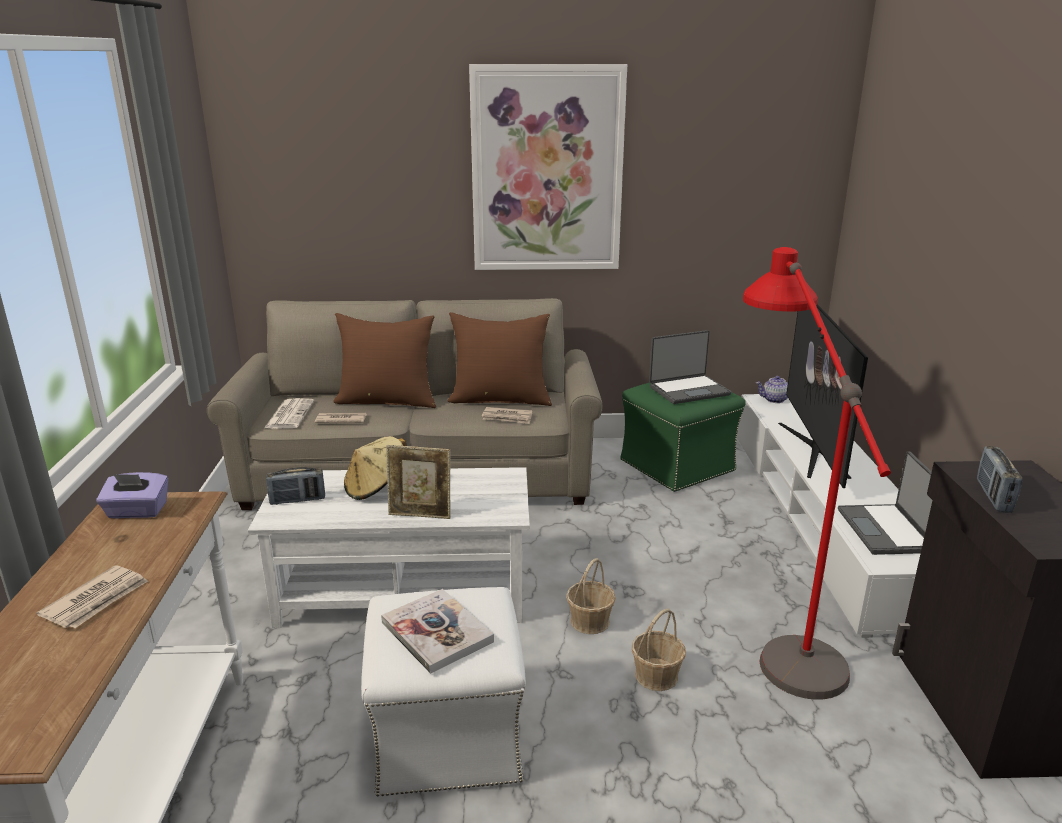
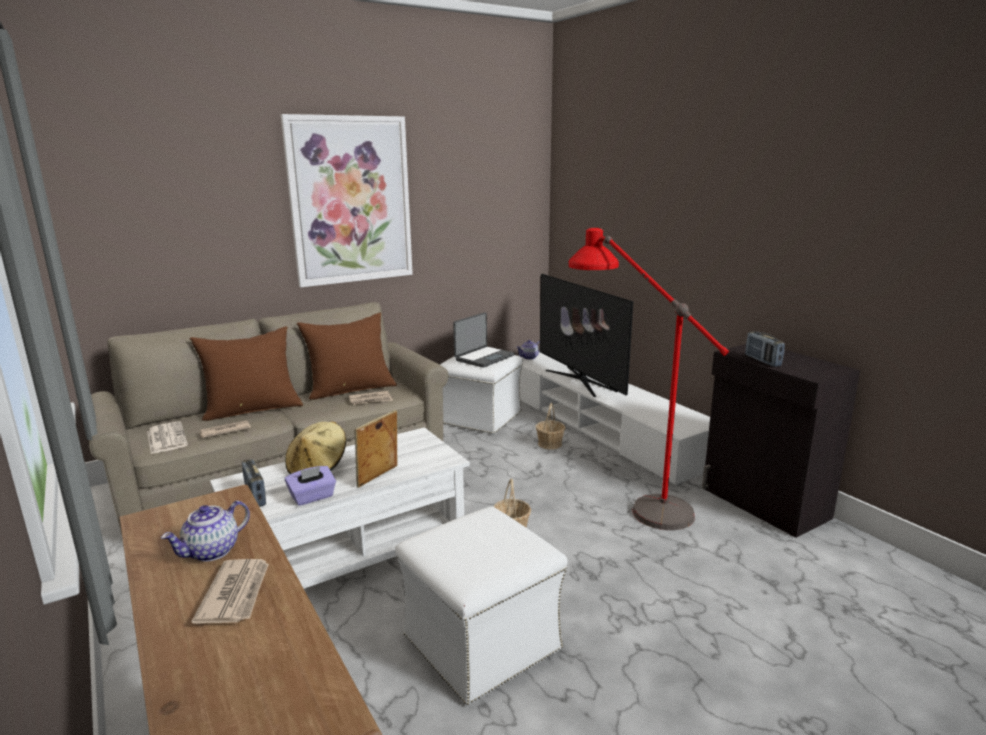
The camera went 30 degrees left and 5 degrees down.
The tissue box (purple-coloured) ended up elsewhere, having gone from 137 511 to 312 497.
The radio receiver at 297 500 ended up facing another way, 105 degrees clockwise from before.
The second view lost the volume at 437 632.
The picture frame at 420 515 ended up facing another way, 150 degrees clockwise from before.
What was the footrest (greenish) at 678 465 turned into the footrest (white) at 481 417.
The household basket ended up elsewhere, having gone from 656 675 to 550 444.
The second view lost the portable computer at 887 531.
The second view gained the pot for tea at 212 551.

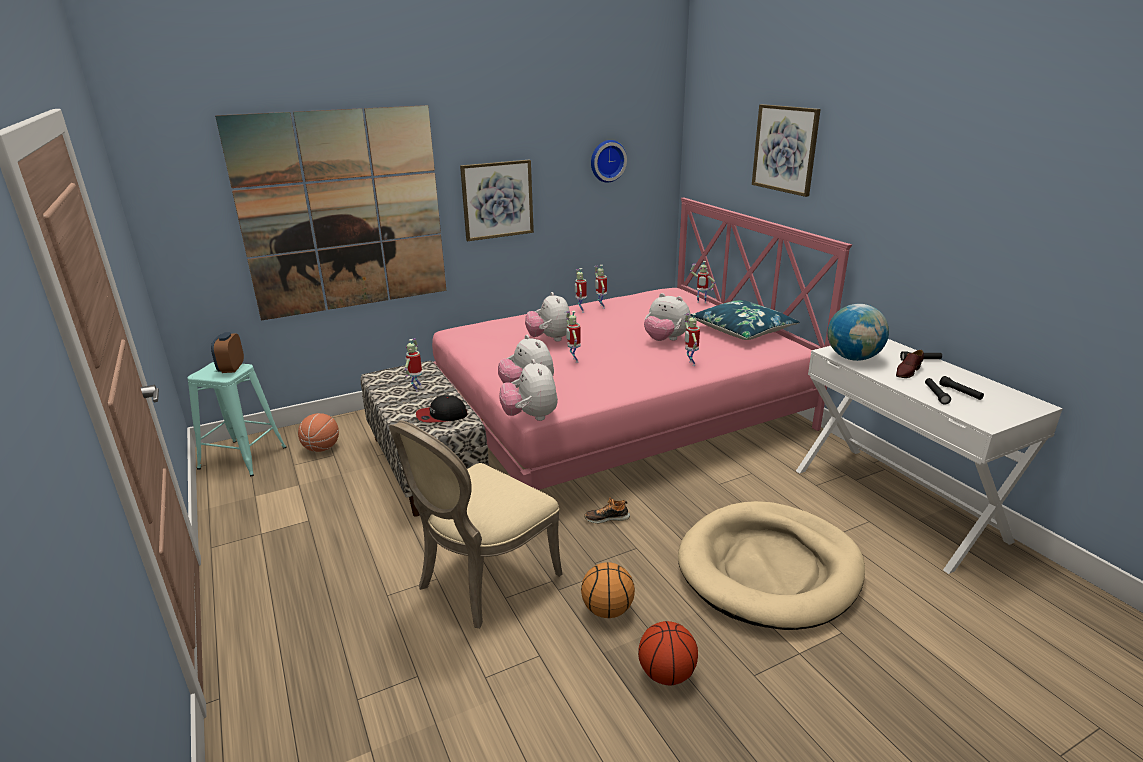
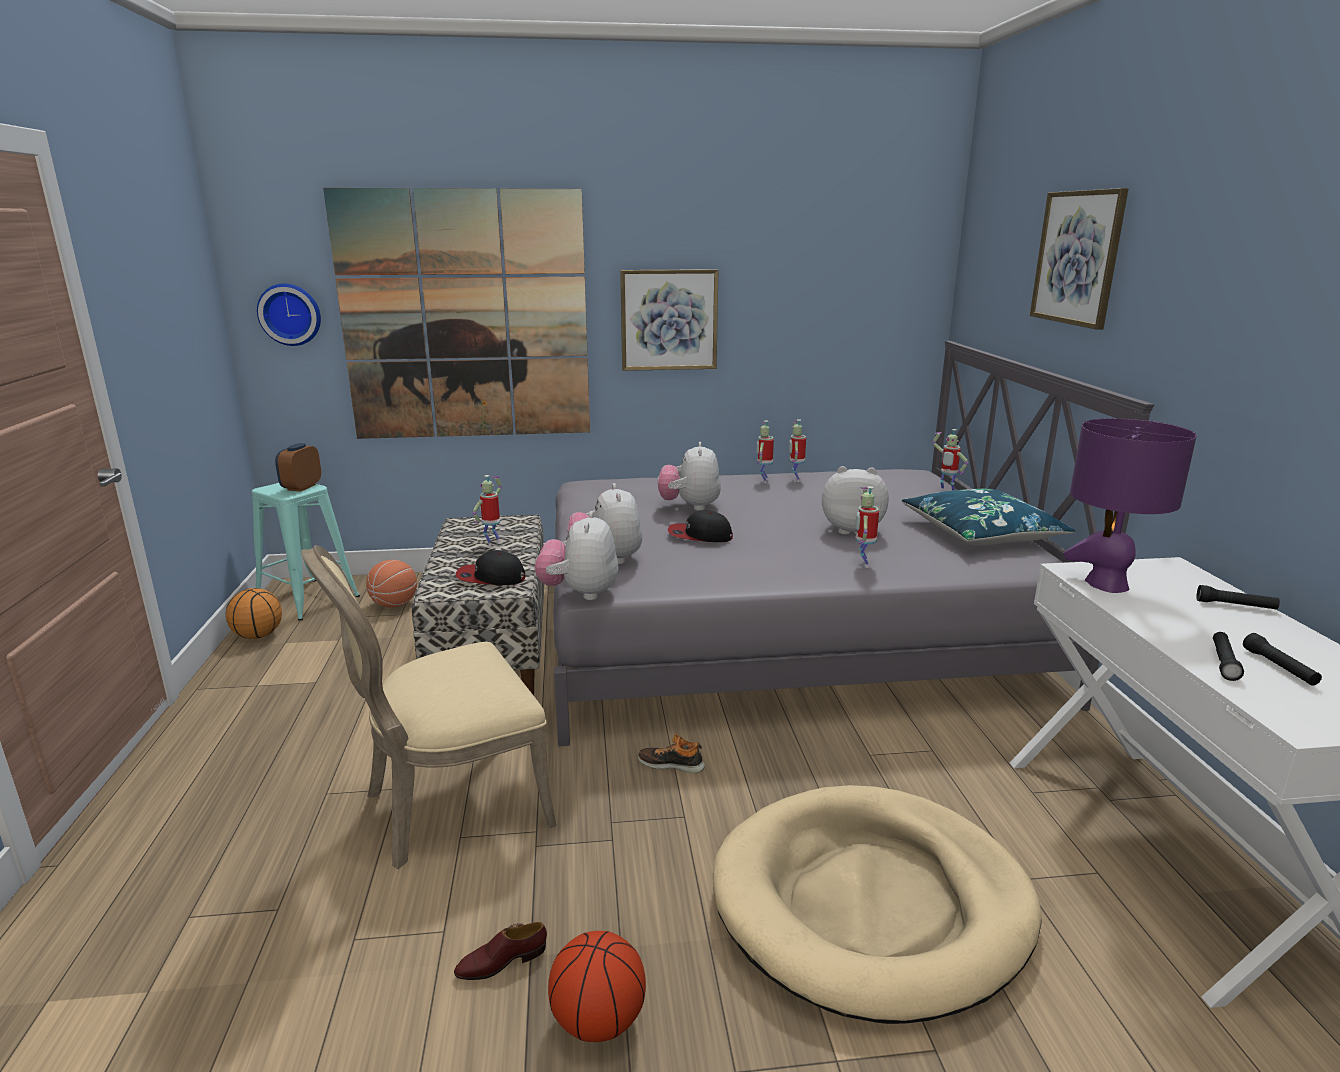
The camera went 20 degrees right and 5 degrees down.
What was the bed (pink-coloured) at 618 414 turned into the bed (greyish) at 782 631.
Where the toy robot stood at 573 360, the cap came to stand at 699 536.
The ball for basketball ended up elsewhere, having gone from 607 609 to 258 635.
The hanging clock ended up elsewhere, having gone from 607 161 to 290 314.
The plush toy at 665 340 ended up facing another way, 135 degrees clockwise from before.
Where the globe stood at 853 358, the tabletop lamp (purple-coloured) came to stand at 1106 584.
The shoe (brown-coloured) ended up elsewhere, having gone from 907 372 to 501 961.

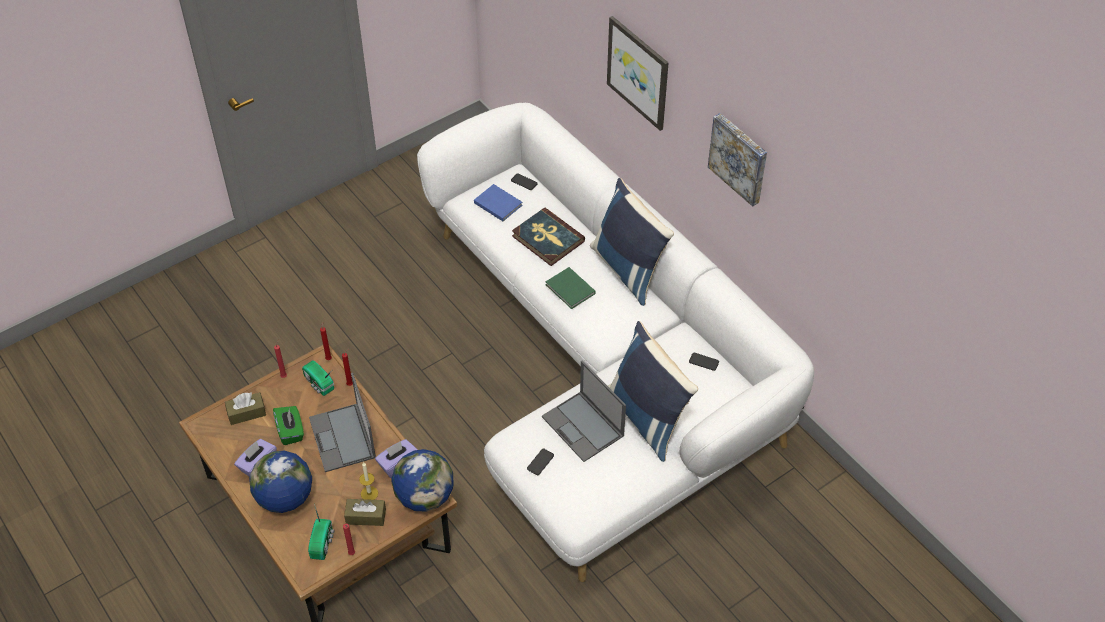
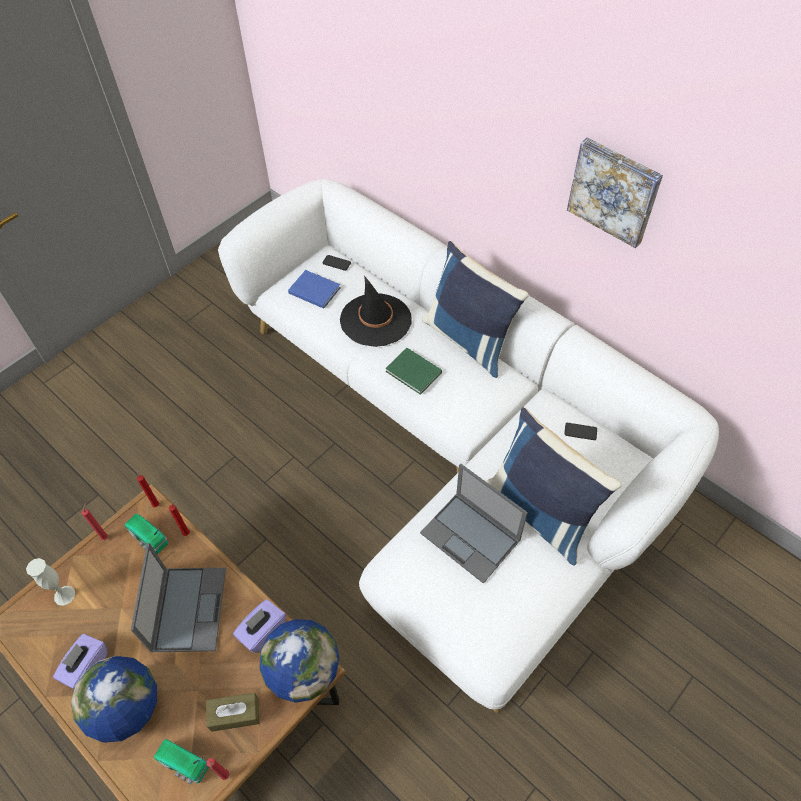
The camera went 10 degrees left and 5 degrees up.
Where the tissue box (brown-coloured) stood at 246 413, the vase (white) came to stand at 64 595.
The second view lost the tissue box (greenish) at 290 431.
The radio receiver at 323 542 ended up facing another way, 120 degrees clockwise from before.
The portable computer at 343 438 ended up facing another way, 150 degrees counterclockwise from before.
The second view lost the wax light at 369 493.
Where the volume stood at 547 239, the wearable hat (black-coloured) came to stand at 375 320.
The second view lost the handset at 540 462.
The second view lost the wall art at 638 72.

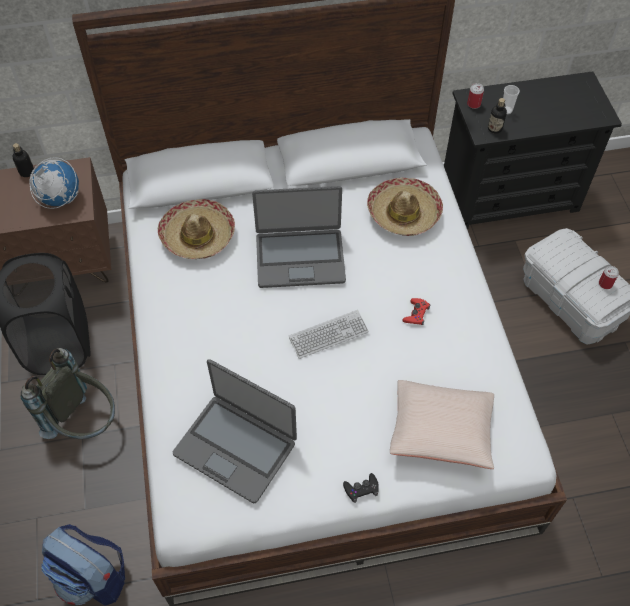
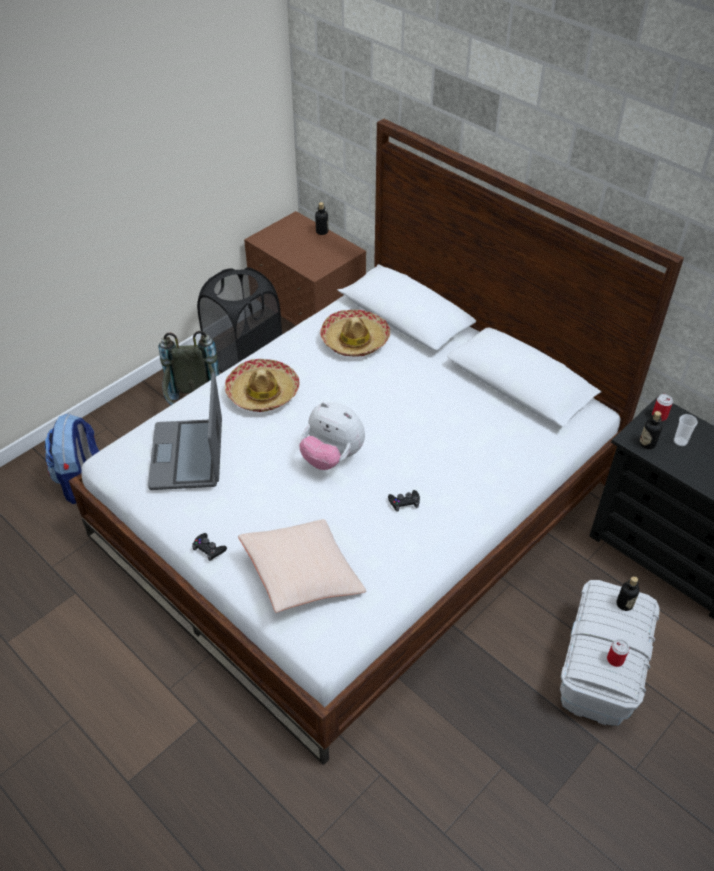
The camera went 55 degrees right and 10 degrees down.
The second view lost the globe at 60 199.
The second view lost the portable computer at 300 258.
Where the PC keyboard stood at 328 335, the plush toy came to stand at 332 457.
The wearable hat ended up elsewhere, having gone from 404 213 to 263 393.
What was the joypad (reddish) at 416 314 turned into the joypad (black-coloured) at 404 502.
The second view gained the drink bottle at 624 604.

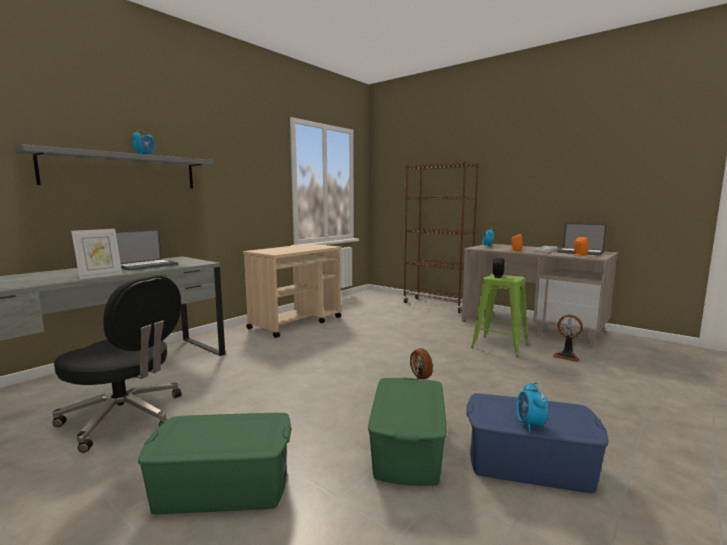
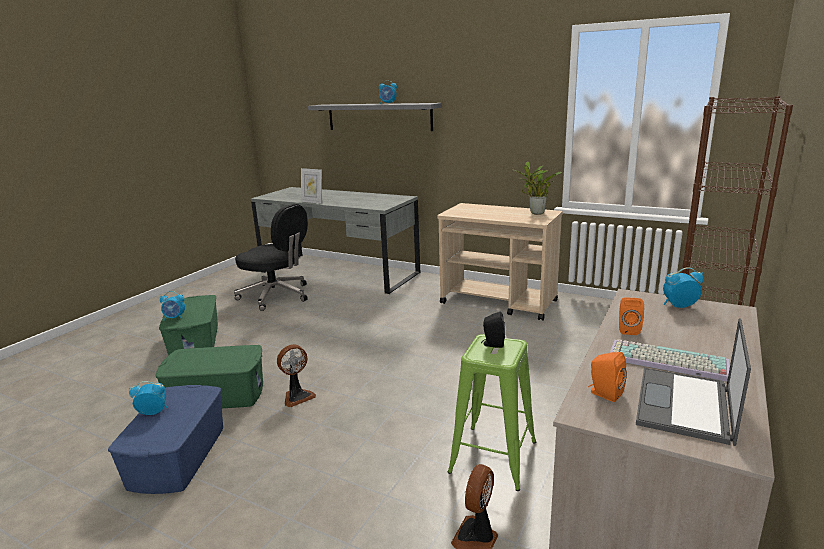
The camera went 80 degrees right and 10 degrees up.
The desk chair (black-coloured) at 126 418 ended up facing another way, 75 degrees counterclockwise from before.
The second view lost the portable computer at 147 265.
The second view gained the table clock at 175 318.
The second view gained the potted plant at 535 213.

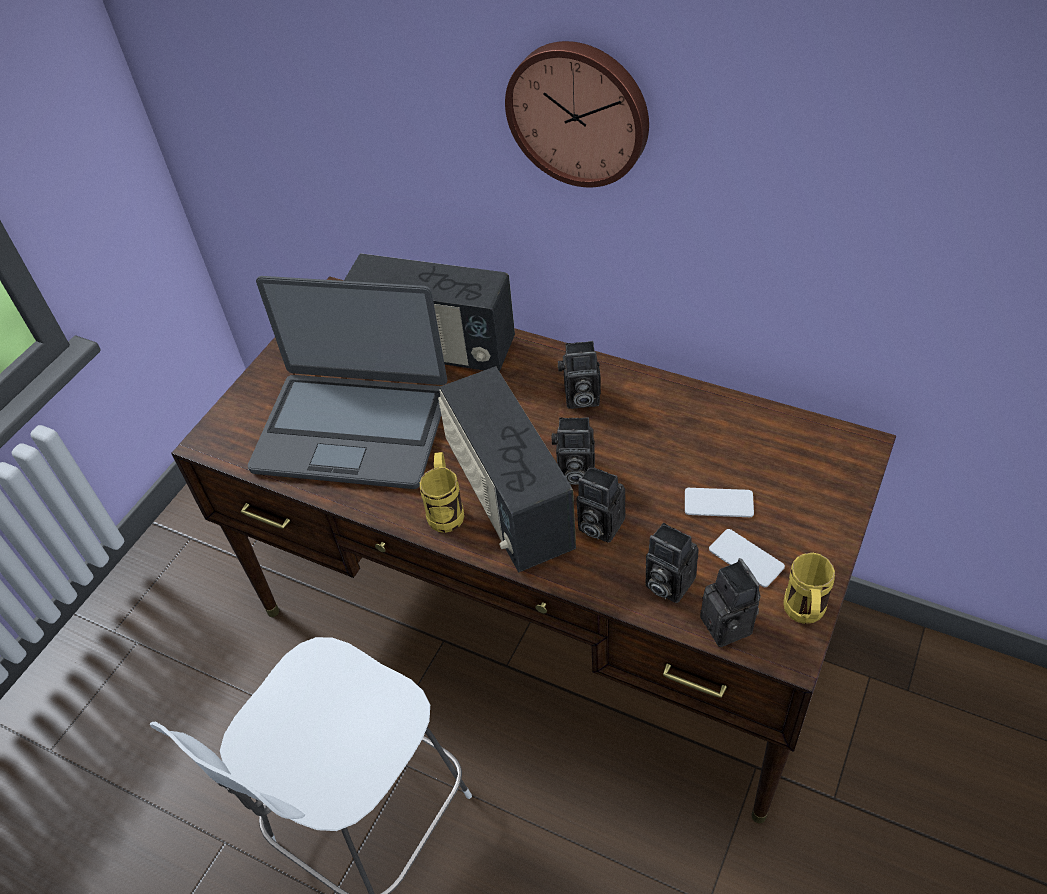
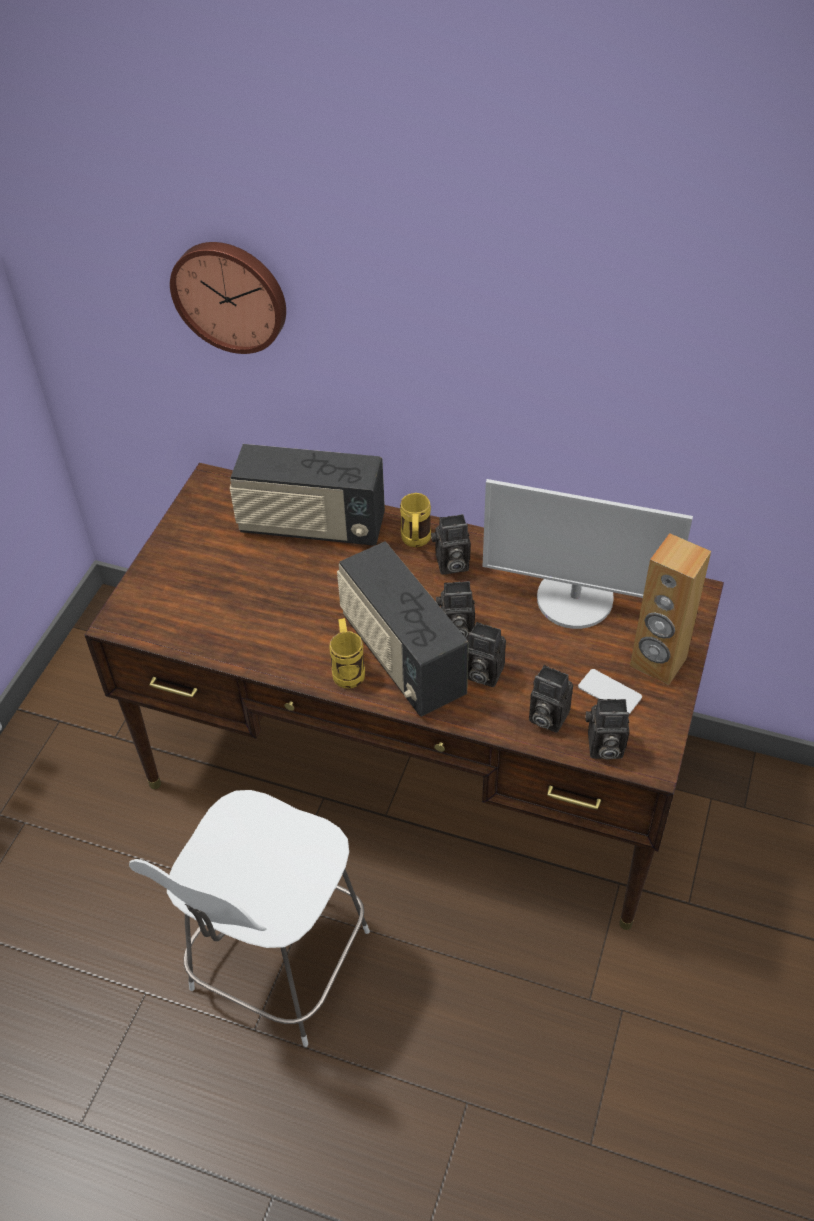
The camera went 10 degrees left and 0 degrees up.
The second view lost the portable computer at 353 429.
The hanging clock ended up elsewhere, having gone from 579 112 to 231 295.
The second view lost the handset at 718 503.
The still camera at 731 626 ended up facing another way, 120 degrees clockwise from before.
The coffee mug (yellowish) ended up elsewhere, having gone from 804 616 to 415 542.
The second view gained the monitor at 575 600.
The second view gained the speaker (brown-coloured) at 657 663.

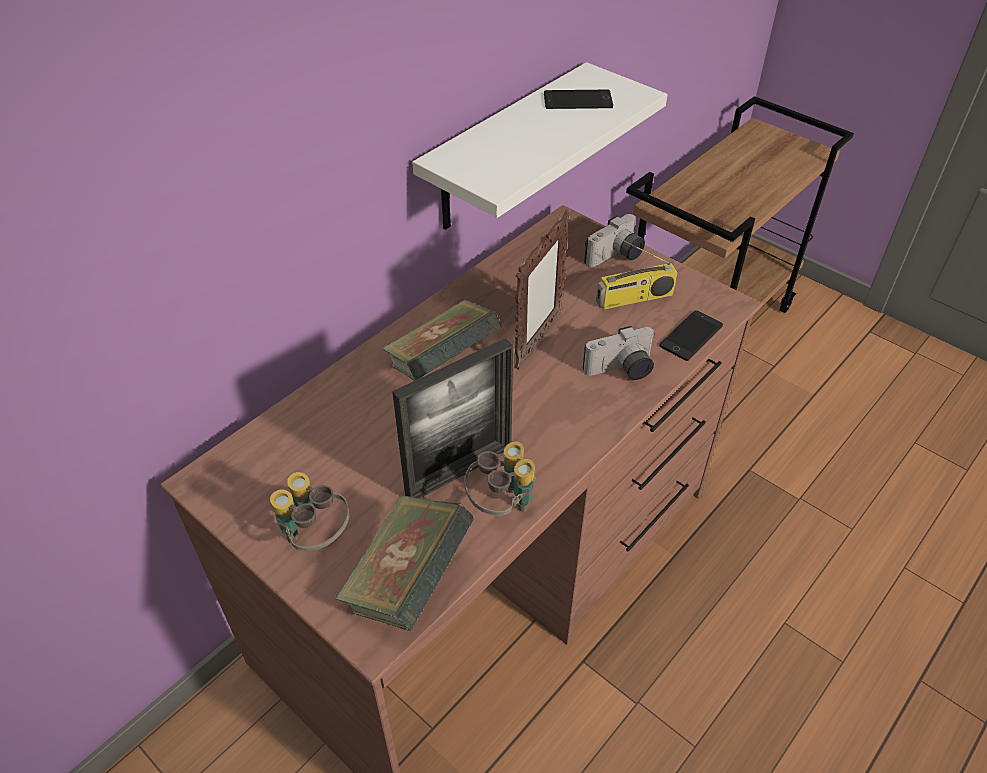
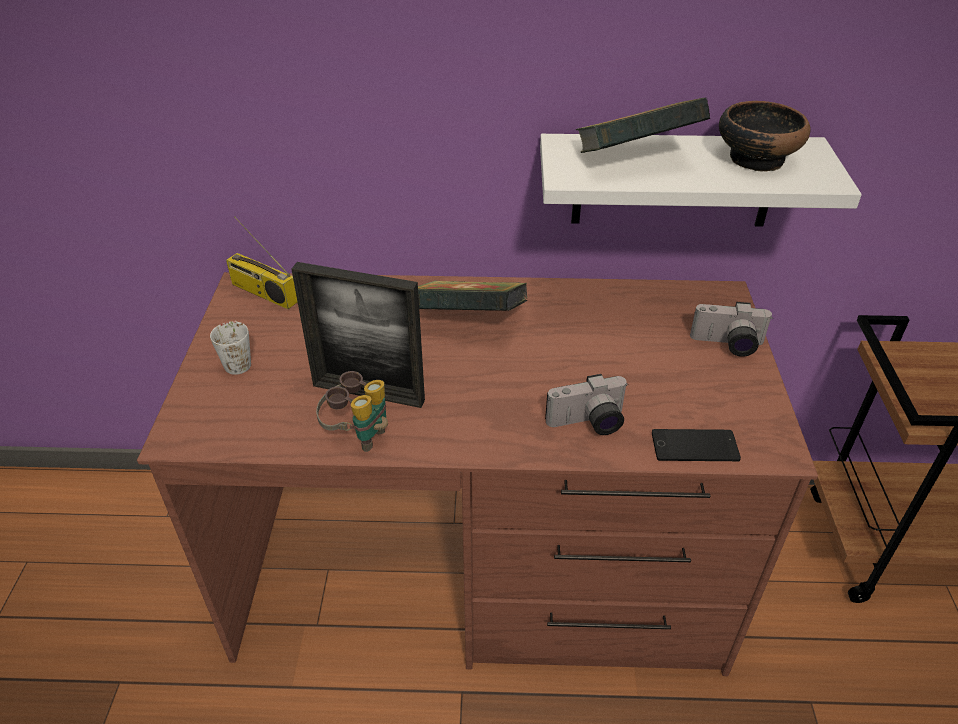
The camera went 50 degrees right and 5 degrees down.
Where the binoculars stood at 315 537, the coffee mug (white) came to stand at 238 360.
The volume ended up elsewhere, having gone from 408 582 to 634 160.
The second view lost the picture frame at 538 341.
Where the handset stood at 577 100, the deep dish came to stand at 755 158.
The still camera at 621 370 ended up facing another way, 45 degrees counterclockwise from before.
The radio receiver ended up elsewhere, having gone from 634 299 to 262 293.

